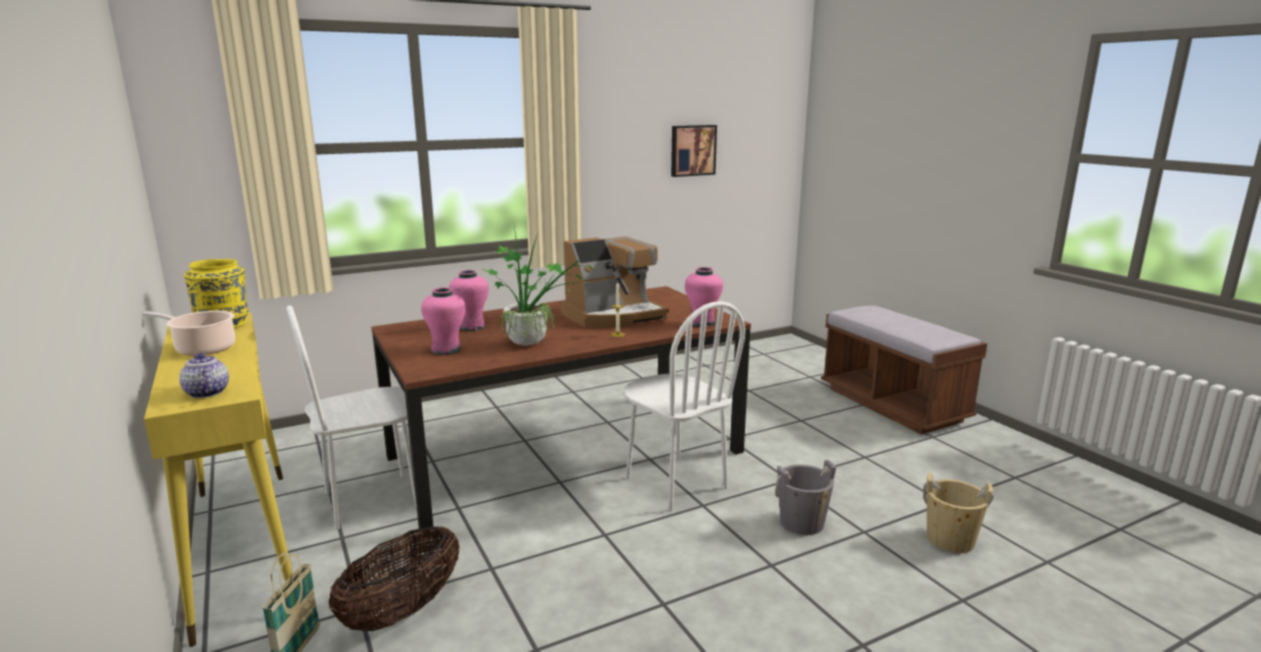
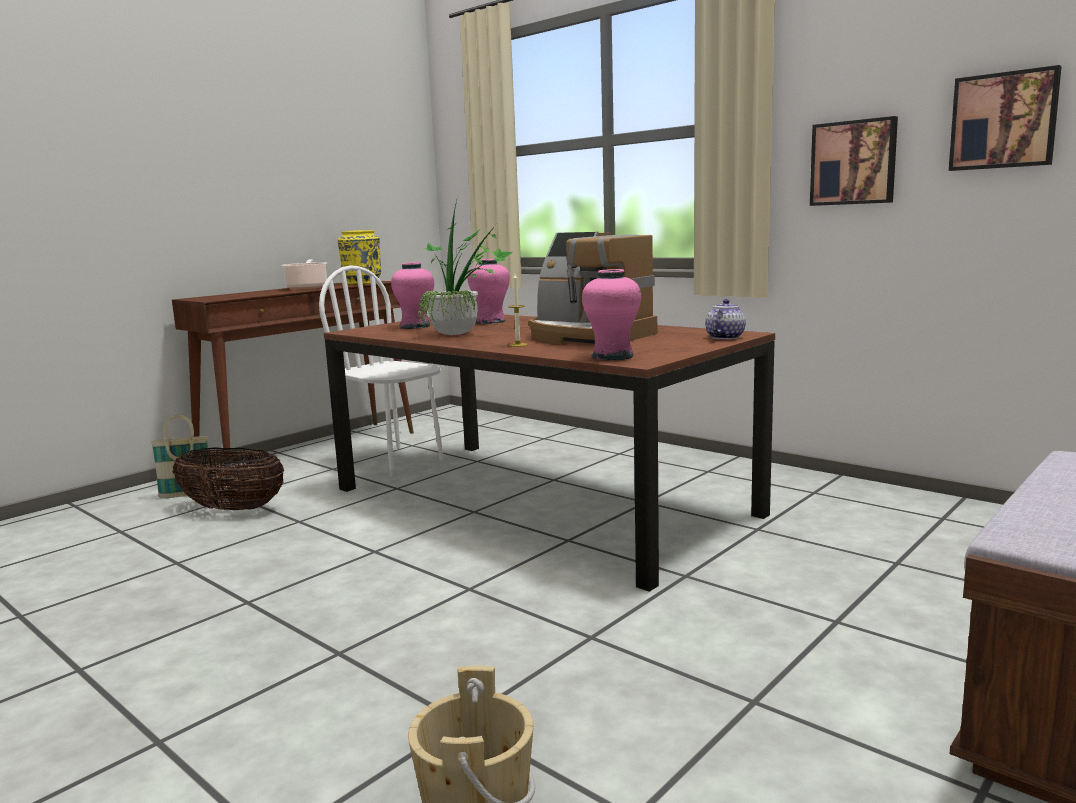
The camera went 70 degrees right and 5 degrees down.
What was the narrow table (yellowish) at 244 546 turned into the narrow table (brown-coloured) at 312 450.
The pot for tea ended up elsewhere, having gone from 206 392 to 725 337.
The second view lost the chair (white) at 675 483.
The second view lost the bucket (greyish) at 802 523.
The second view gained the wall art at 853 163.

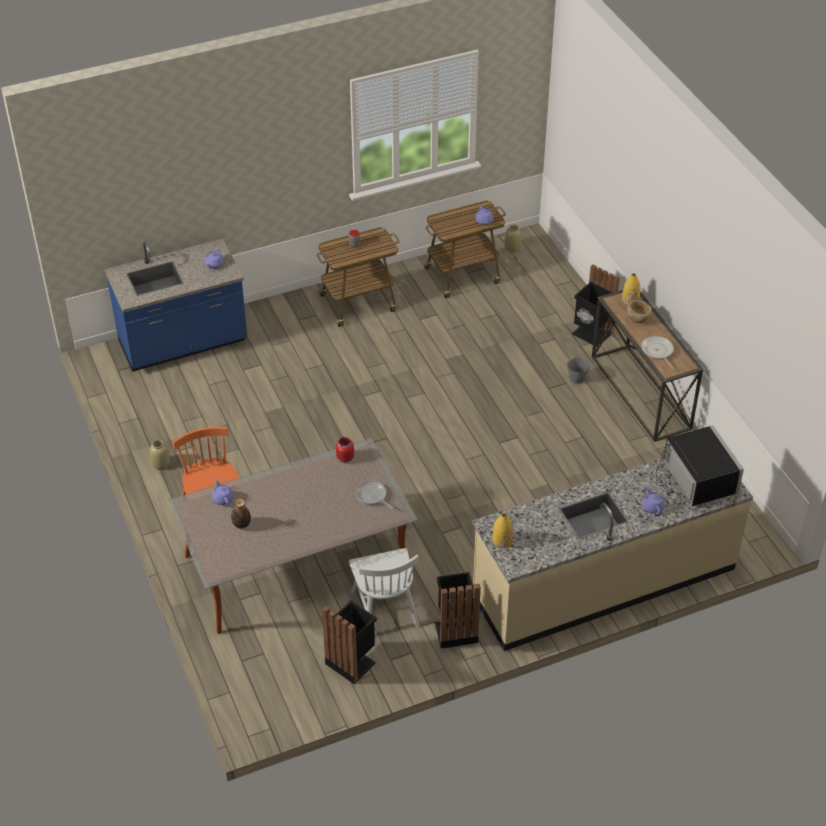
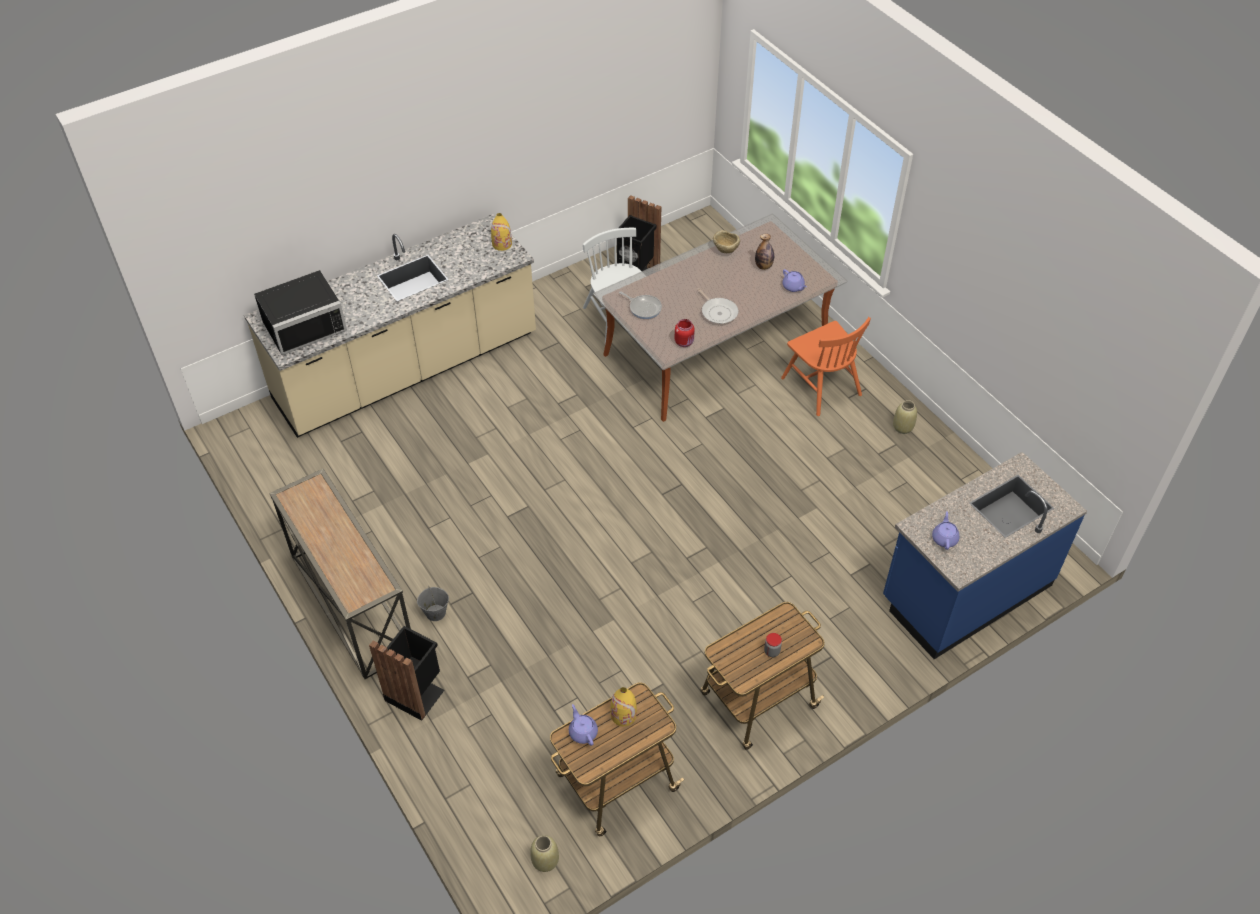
The camera went 170 degrees right and 5 degrees up.
The second view lost the trash can (black-coloured) at 455 630.
The vase (yellowish) ended up elsewhere, having gone from 630 299 to 623 715.
The deep dish (beige) ended up elsewhere, having gone from 638 319 to 725 250.
The frying pan ended up elsewhere, having gone from 657 351 to 718 312.
The second view lost the pot for tea (purple-coloured) at 652 506.
The kitchen microwave (black-coloured) at 694 480 ended up facing another way, 90 degrees counterclockwise from before.

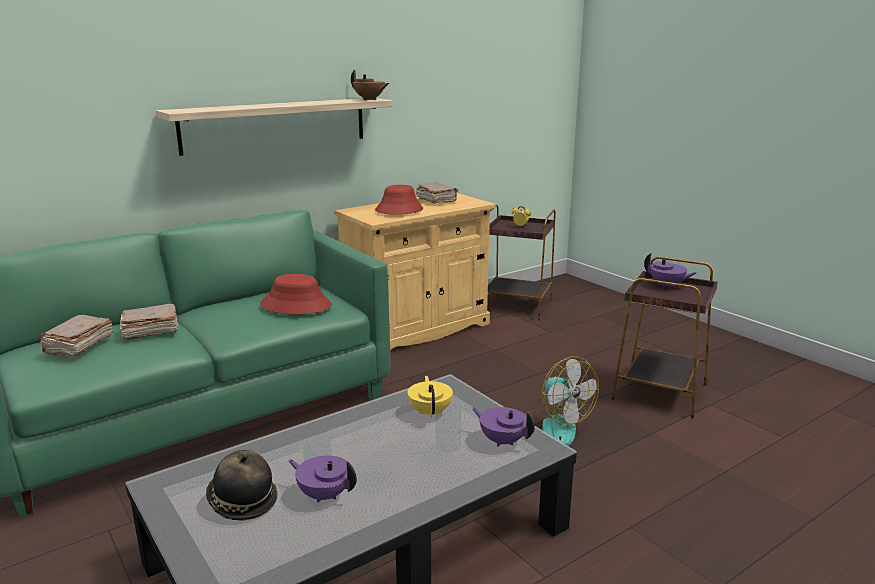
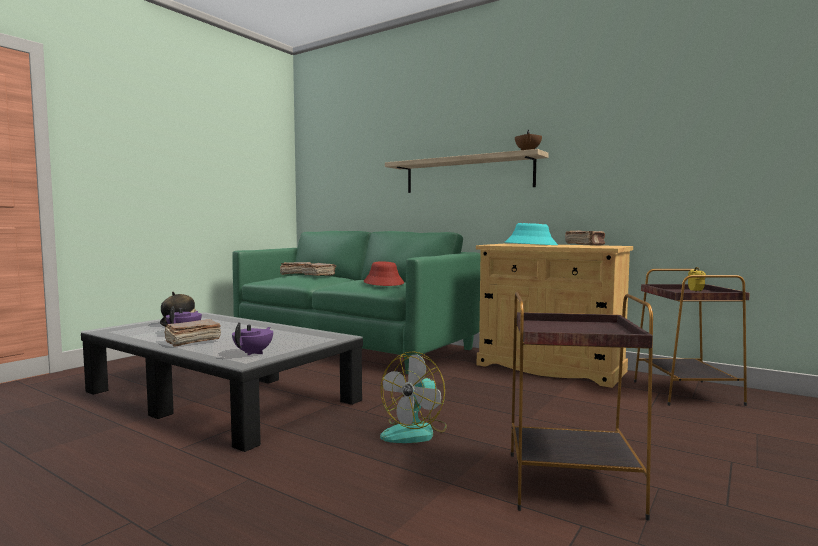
The camera went 70 degrees right and 15 degrees down.
What was the wearable hat (reddish) at 399 210 turned into the wearable hat (blue-green) at 530 245.
The second view lost the pot for tea (yellowish) at 430 412.
The second view lost the pot for tea (purple-coloured) at 667 285.
The second view gained the volume (brown-coloured) at 192 341.

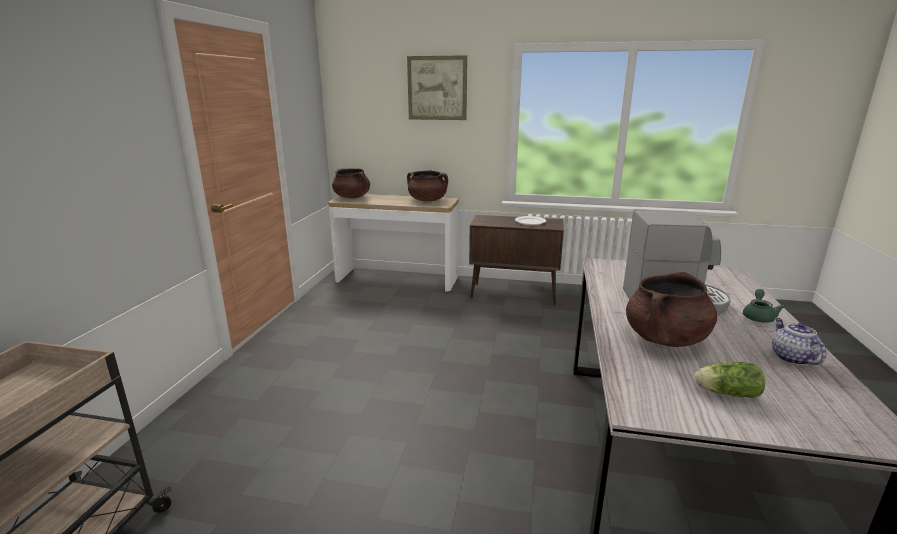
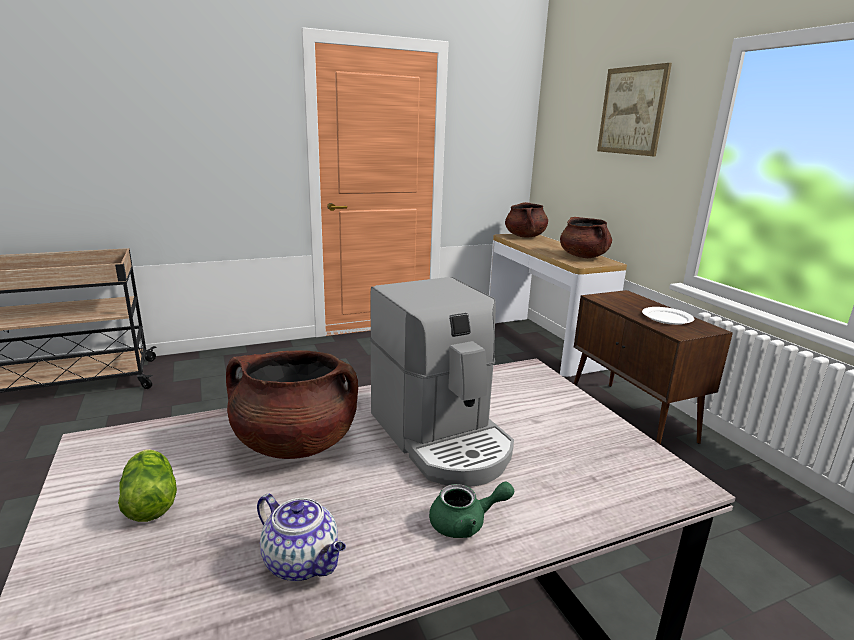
The camera went 55 degrees right and 0 degrees up.
The pot for tea at 791 357 ended up facing another way, 75 degrees clockwise from before.

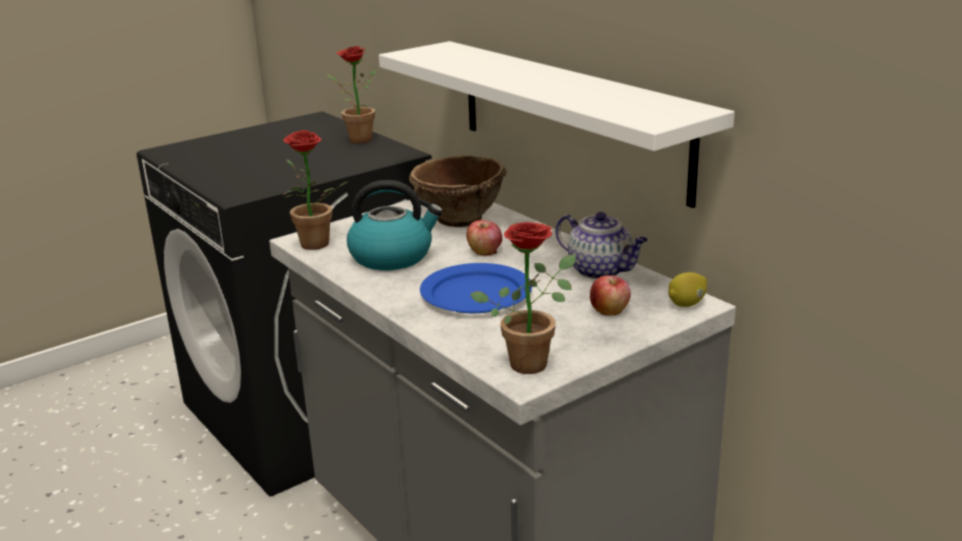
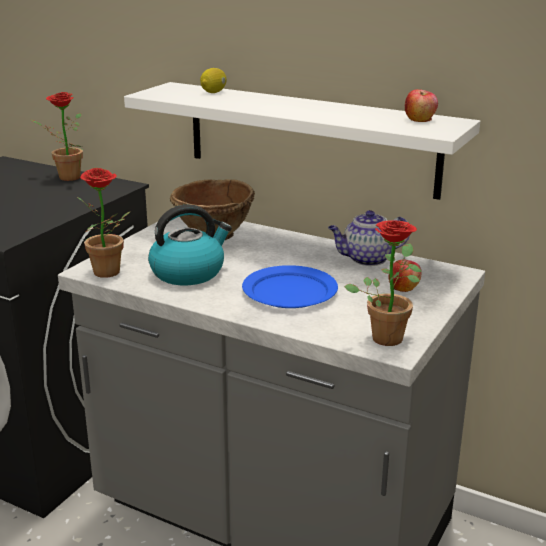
The camera went 25 degrees left and 0 degrees up.
The apple ended up elsewhere, having gone from 484 251 to 420 119.
The pot for tea at 601 271 ended up facing another way, 150 degrees clockwise from before.
The citrus fruit ended up elsewhere, having gone from 687 304 to 214 92.

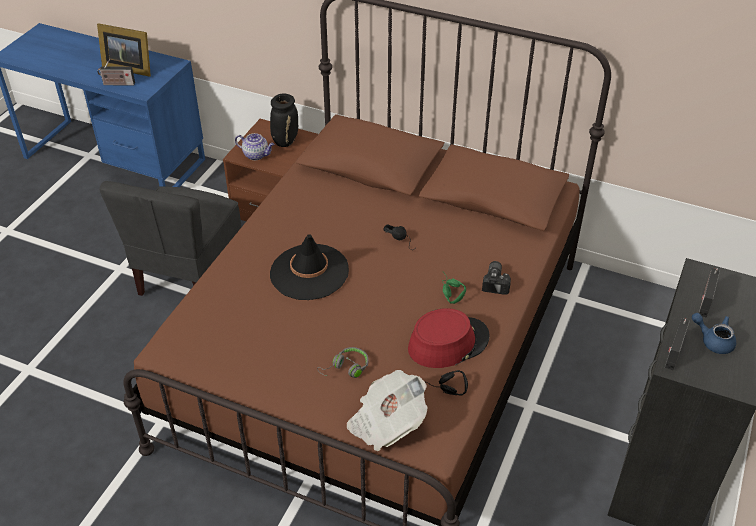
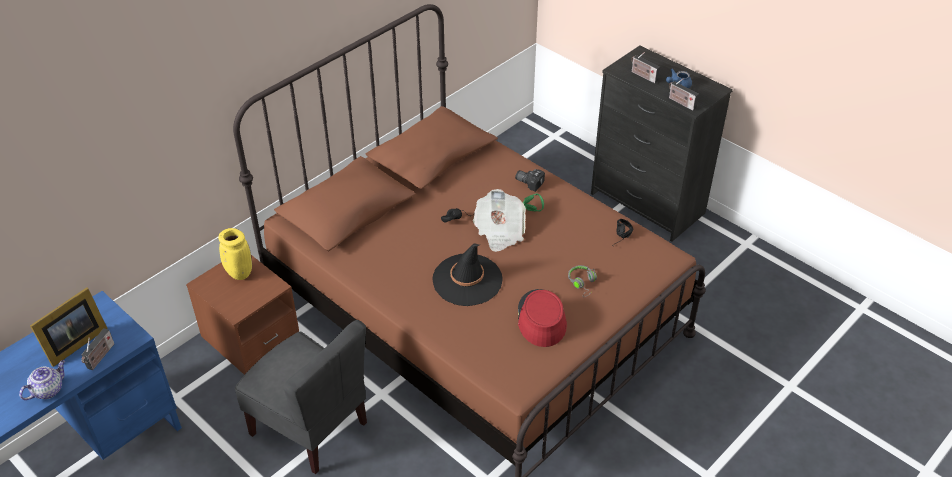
The camera went 70 degrees left and 0 degrees up.
The pot for tea ended up elsewhere, having gone from 256 155 to 48 390.
What was the vase (black-coloured) at 285 141 turned into the vase (yellowish) at 238 273.
The printed paper ended up elsewhere, having gone from 386 422 to 499 232.
The wearable hat (reddish) ended up elsewhere, having gone from 448 342 to 541 319.

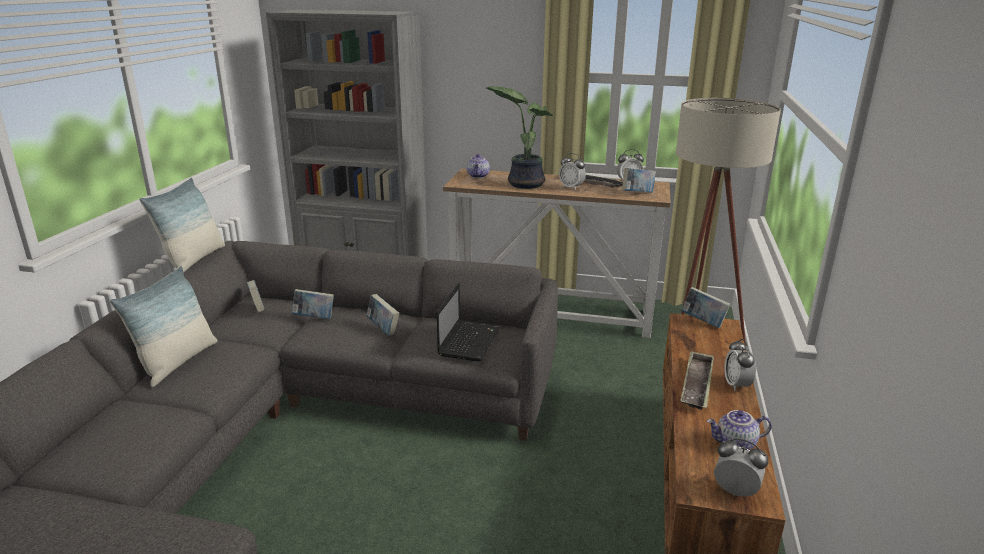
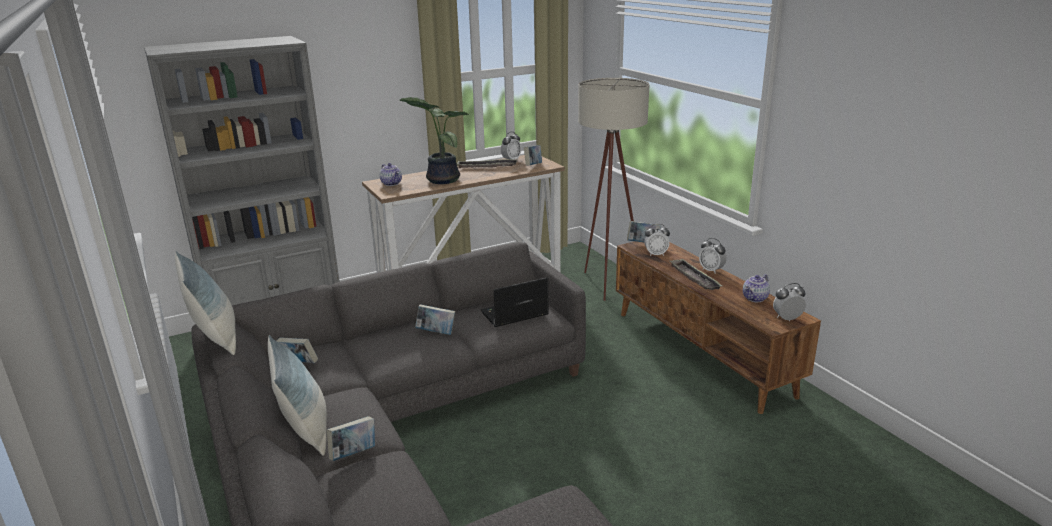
The camera went 40 degrees left and 0 degrees up.
The volume ended up elsewhere, having gone from 314 318 to 354 454.
The portable computer at 469 341 ended up facing another way, 90 degrees counterclockwise from before.
The table clock ended up elsewhere, having gone from 571 187 to 656 254.

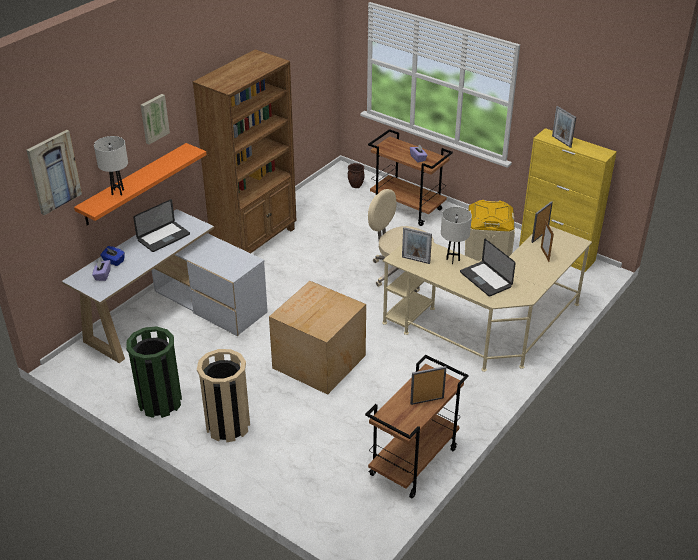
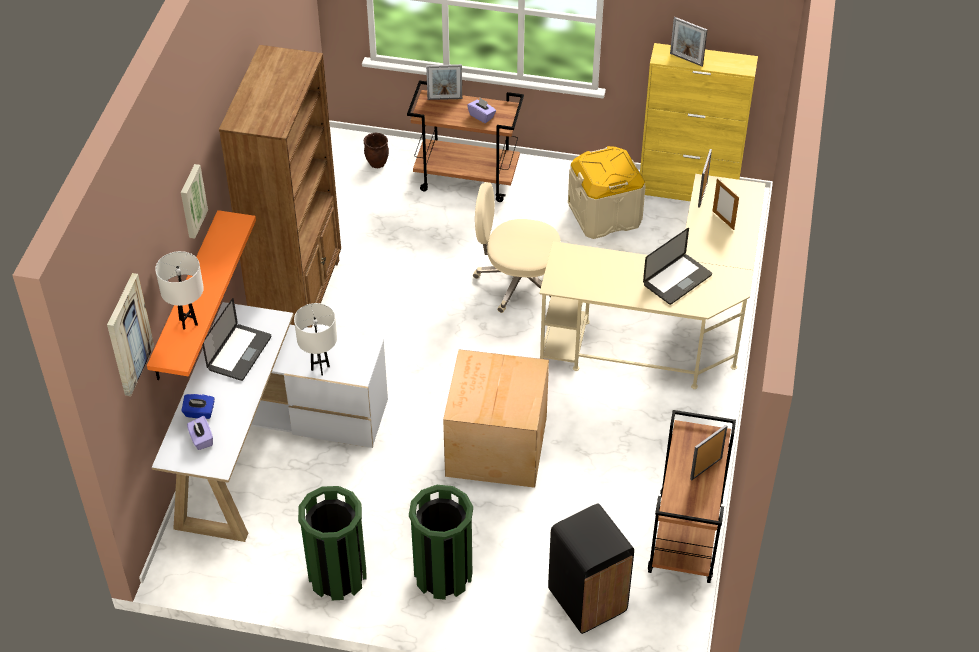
The camera went 25 degrees left and 10 degrees up.
What was the trash can (beige) at 228 426 turned into the trash can (greenish) at 443 574.
The picture frame ended up elsewhere, having gone from 415 260 to 444 98.
The tabletop lamp (white) ended up elsewhere, having gone from 453 260 to 320 368.
The portable computer at 485 279 ended up facing another way, 75 degrees counterclockwise from before.
The second view gained the trash can (black-coloured) at 587 601.

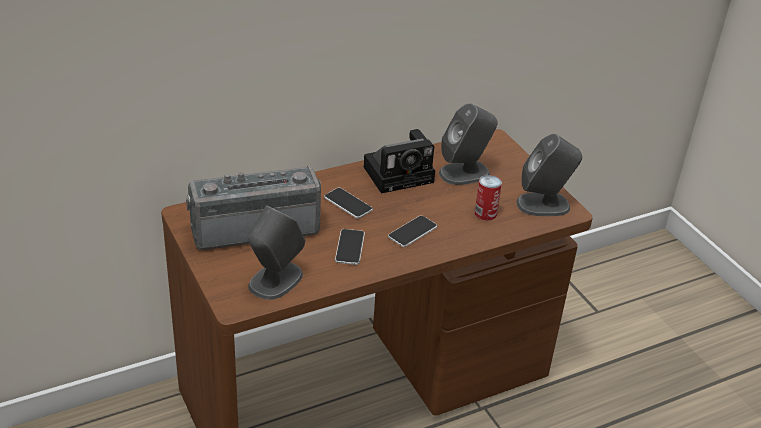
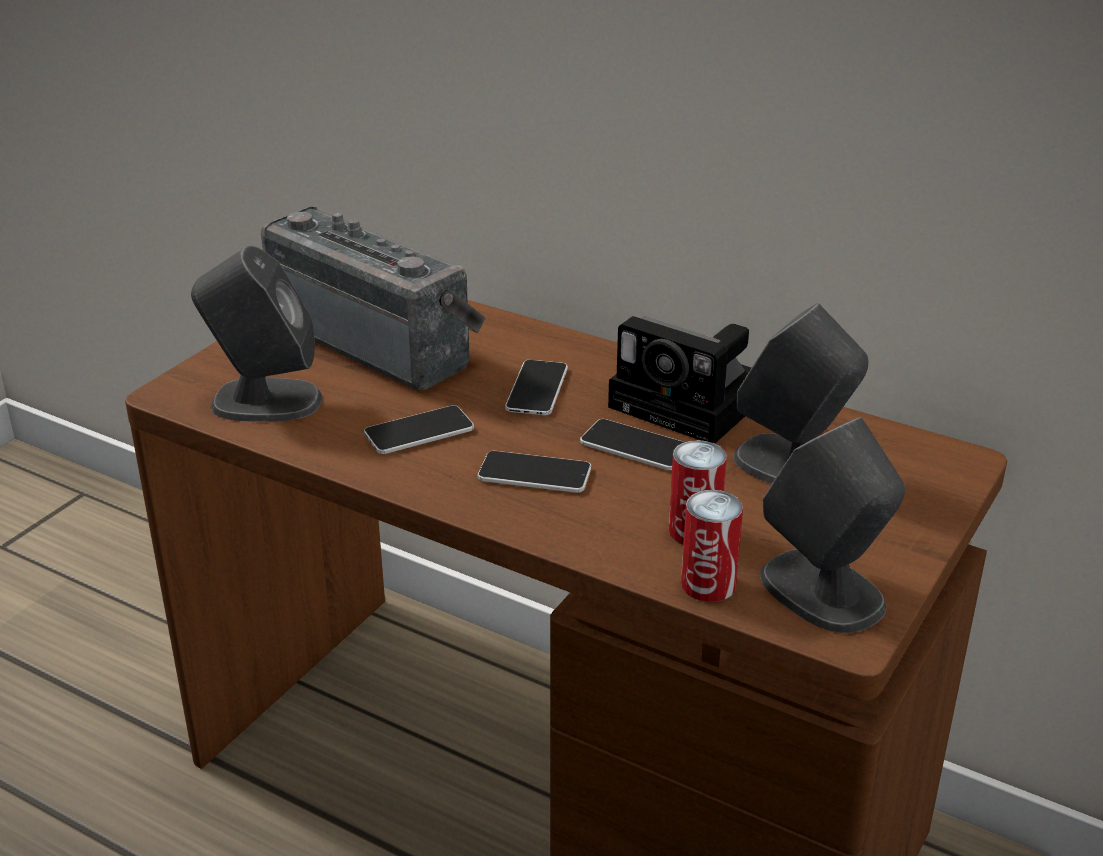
The camera went 60 degrees right and 5 degrees down.
The second view gained the handset at 635 447.
The second view gained the can at 708 584.

